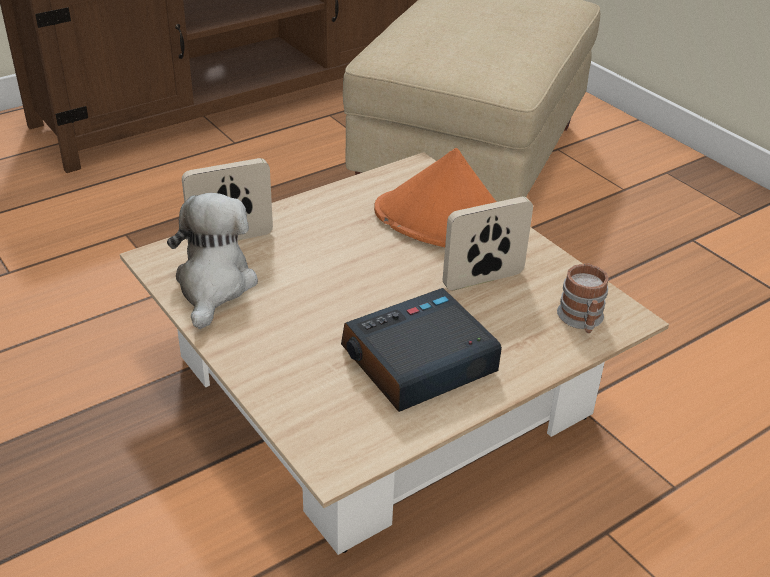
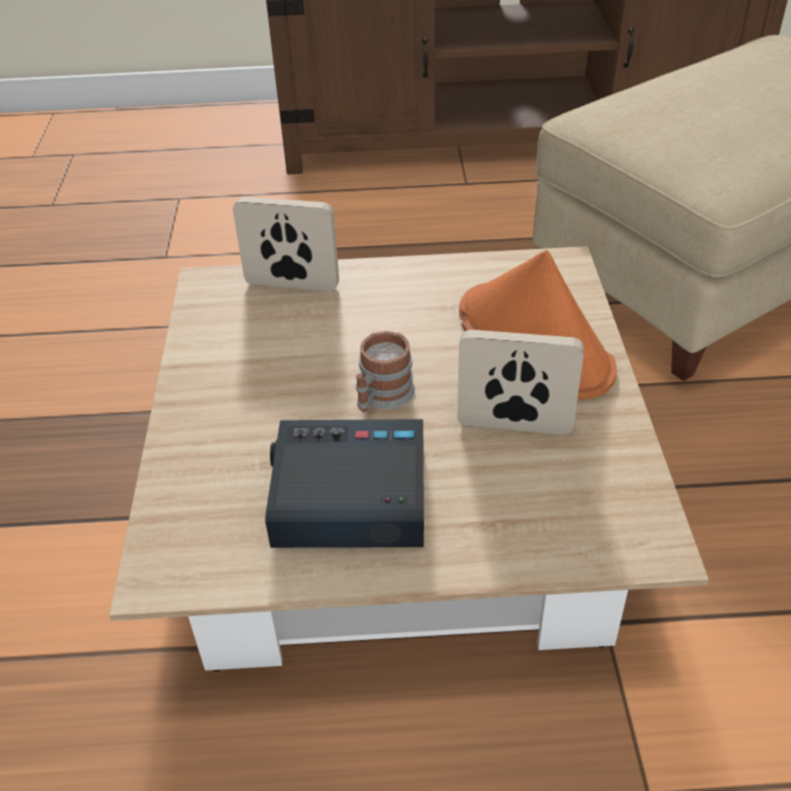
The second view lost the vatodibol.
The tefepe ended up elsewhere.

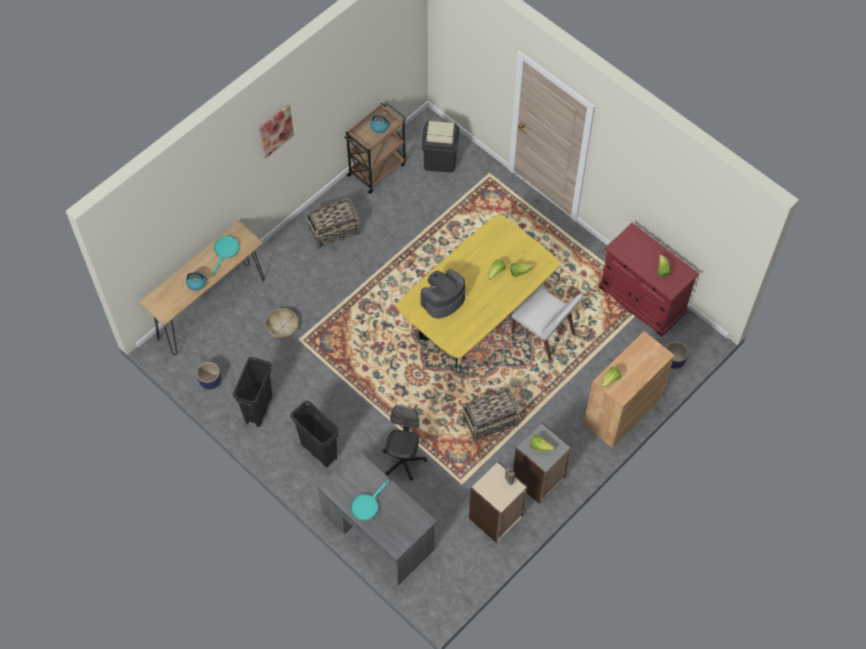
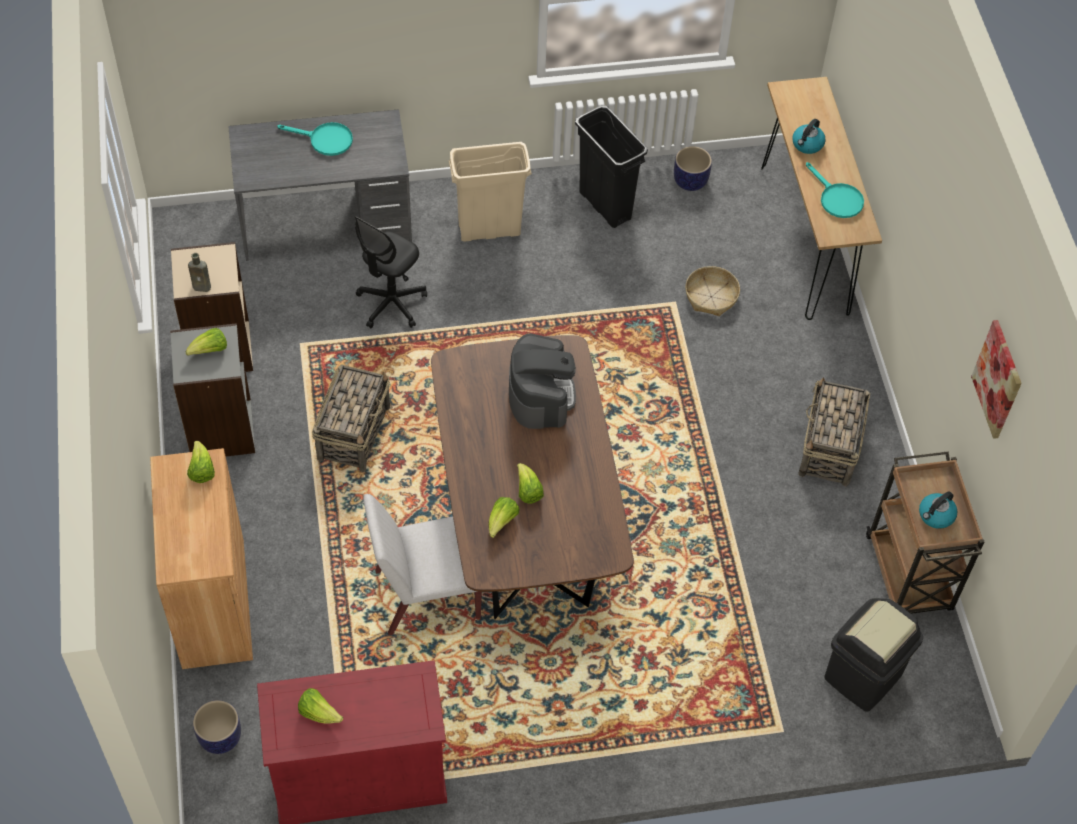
The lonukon ended up elsewhere.
What was the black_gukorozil (no. 2 from left) turned into the beige_gukorozil.
What was the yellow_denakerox turned into the brown_denakerox.
The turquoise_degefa (no. 2 from left in the first image) ended up facing another way, 120 degrees clockwise from before.
The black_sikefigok ended up facing another way, 75 degrees clockwise from before.

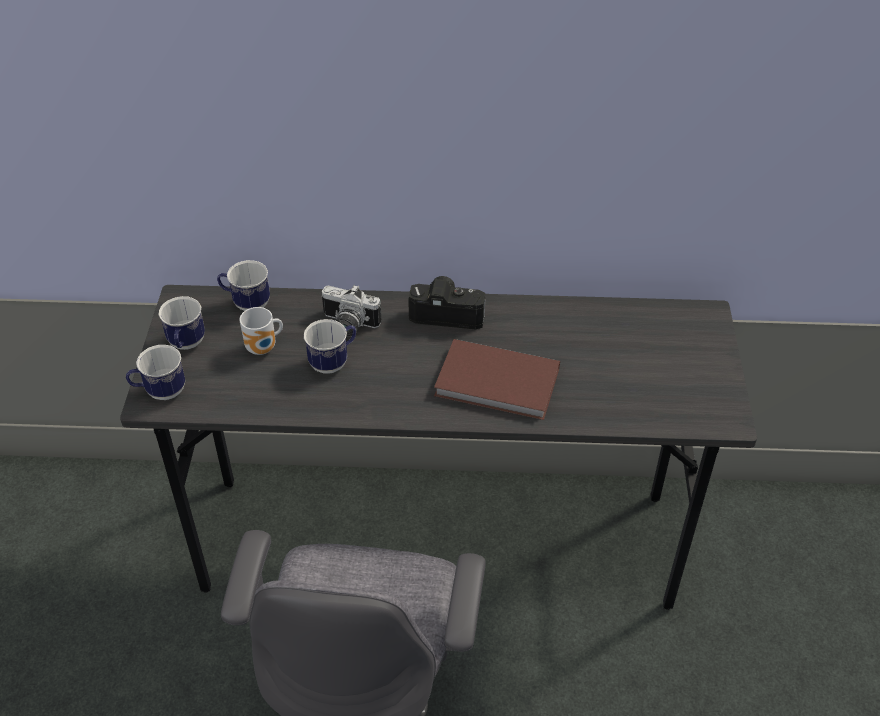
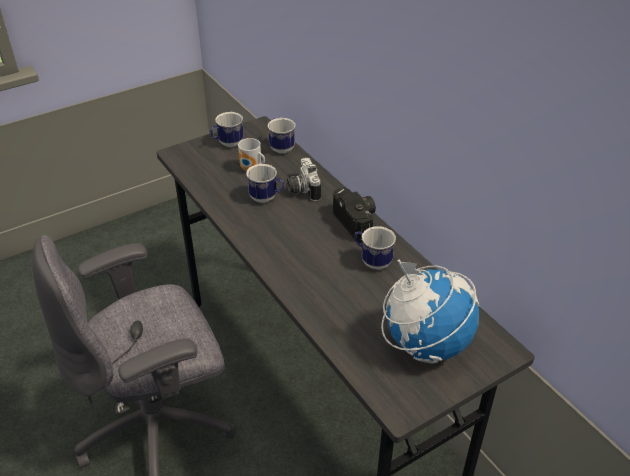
The second view lost the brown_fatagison.
The second view gained the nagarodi.
The tefepe (no. 1 from left in the first image) ended up elsewhere.

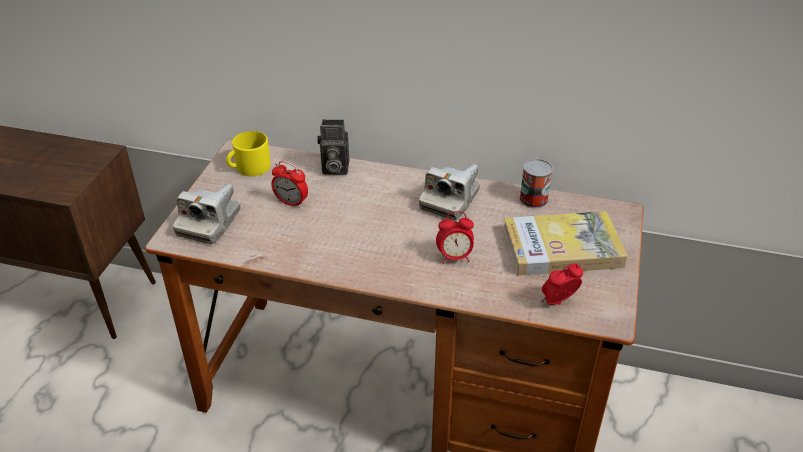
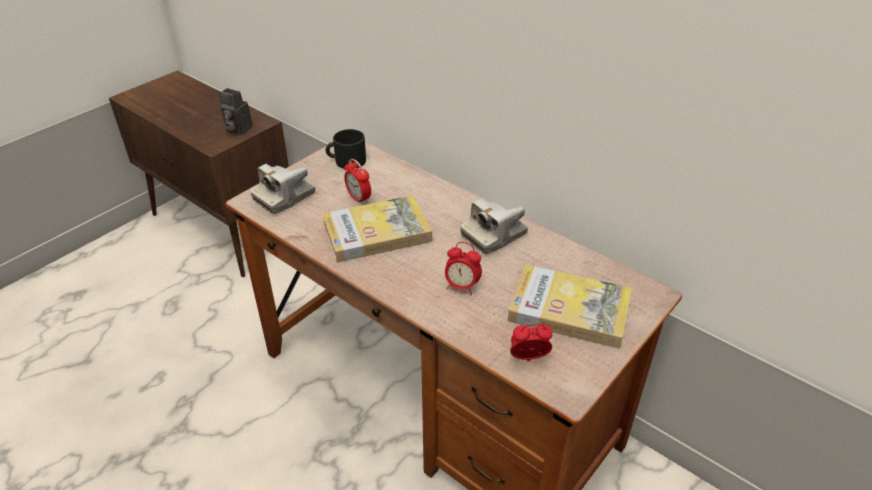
The second view lost the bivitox.
The second view gained the fatagison (no. 1 from left).
The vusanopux (no. 2 from left in the first image) ended up elsewhere.
What was the yellow_tefepe turned into the black_tefepe.

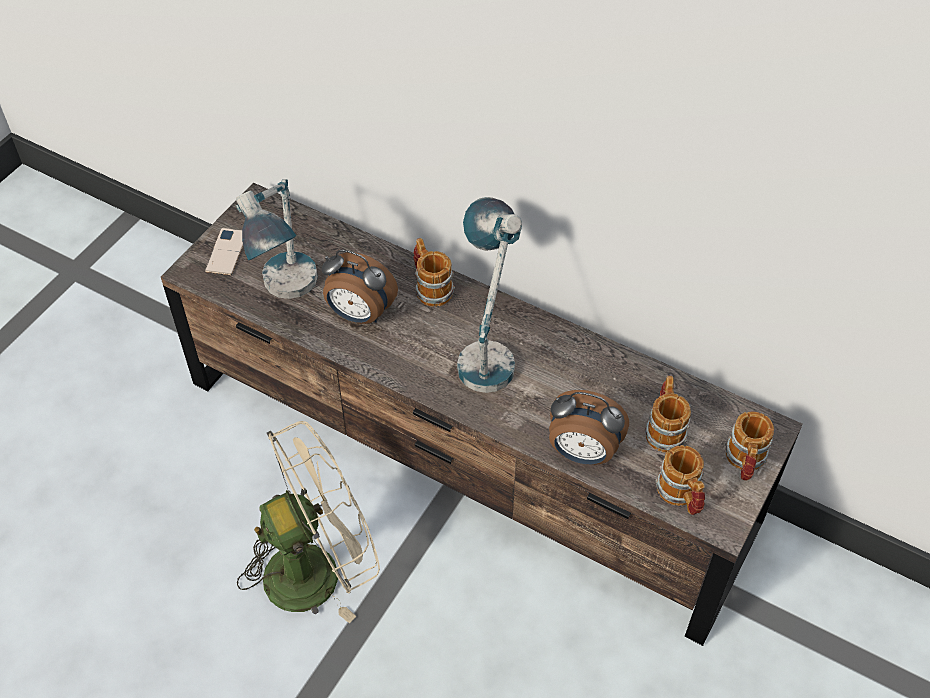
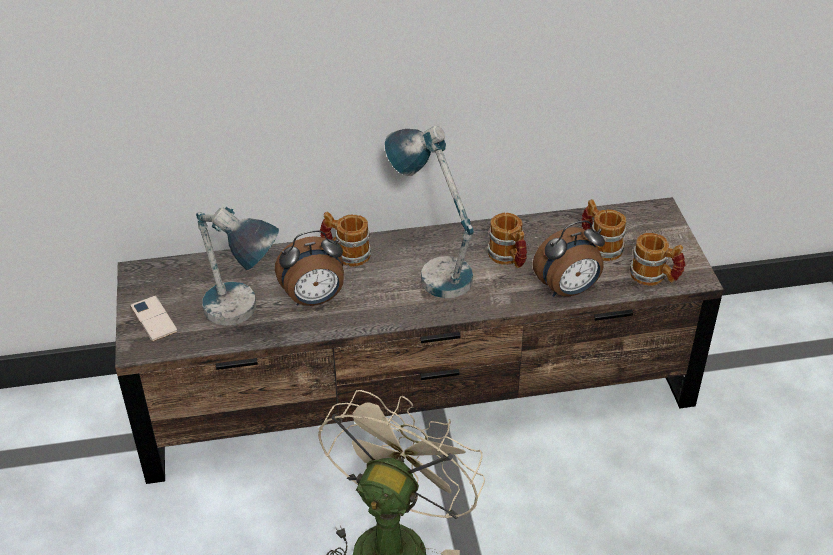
The tefepe (no. 4 from left in the first image) ended up elsewhere.

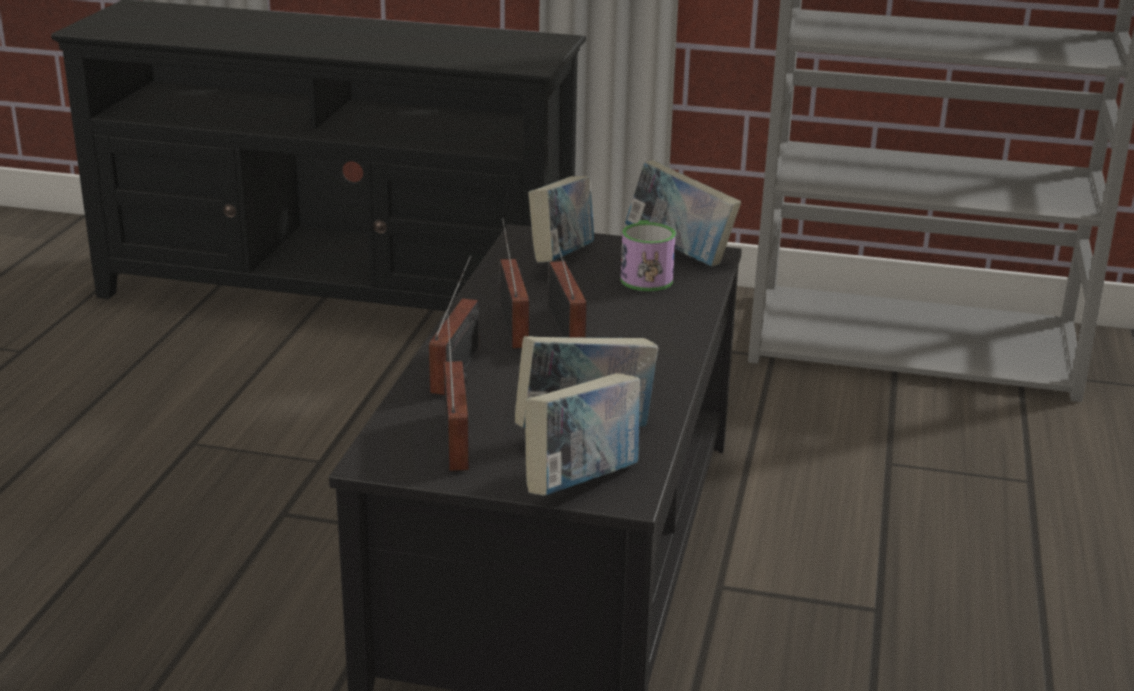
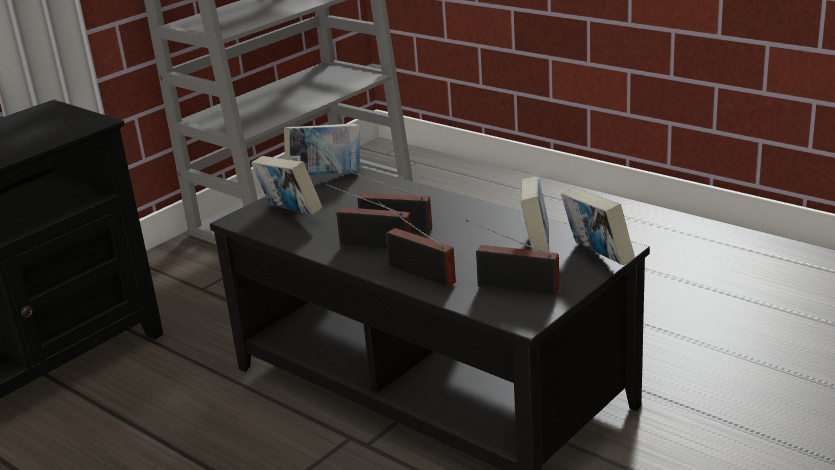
The second view lost the tefepe.

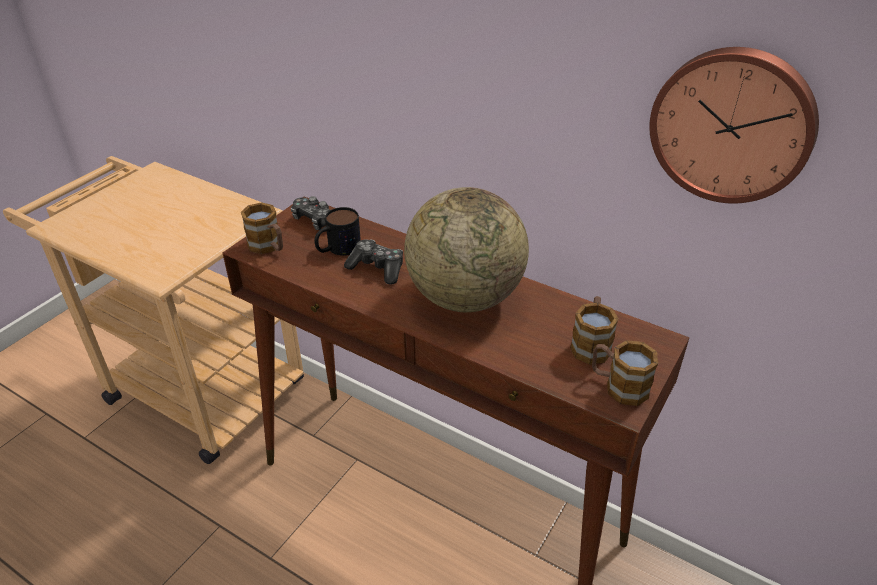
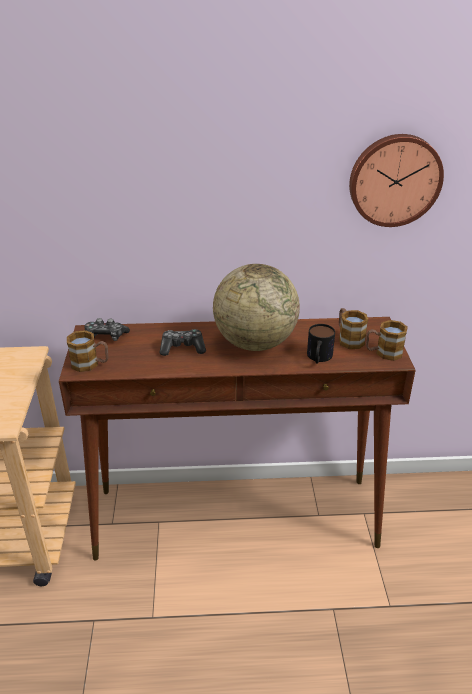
The tefepe (no. 2 from left) ended up elsewhere.

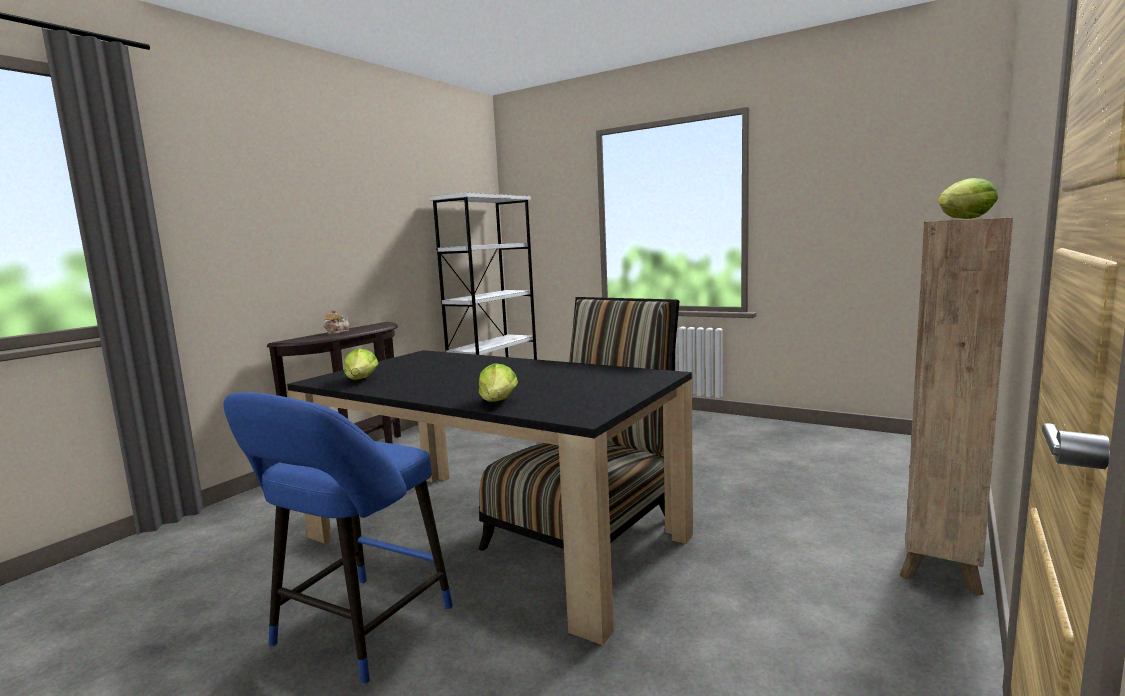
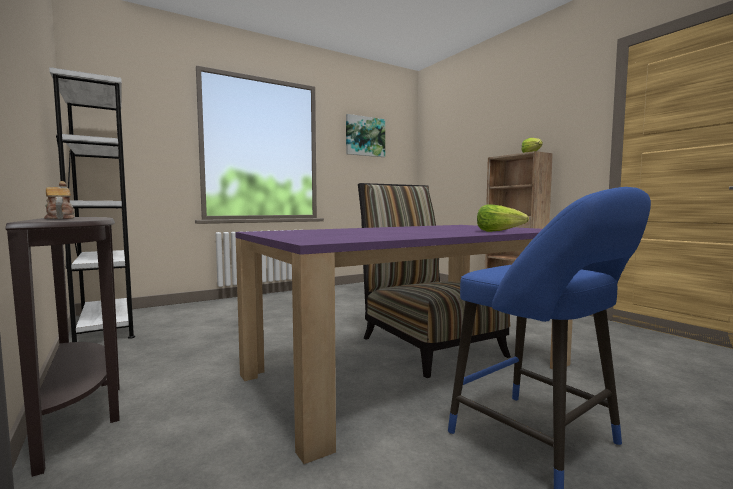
The second view lost the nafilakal (no. 1 from left).
The second view gained the lonukon.
What was the black_denakerox turned into the purple_denakerox.

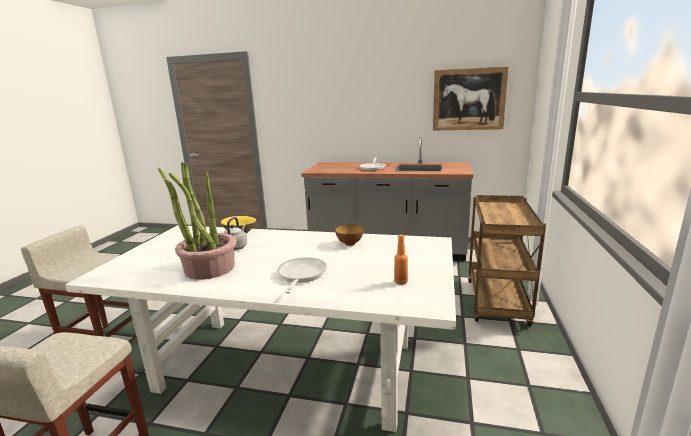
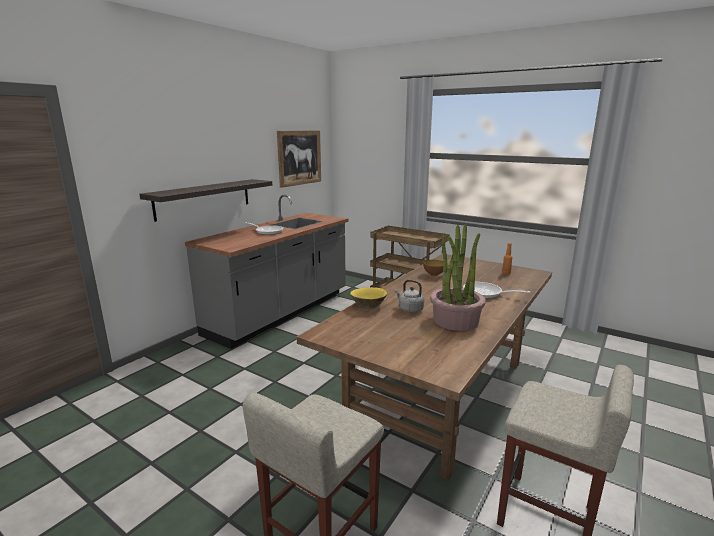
The second view gained the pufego.
What was the white_denakerox turned into the brown_denakerox.

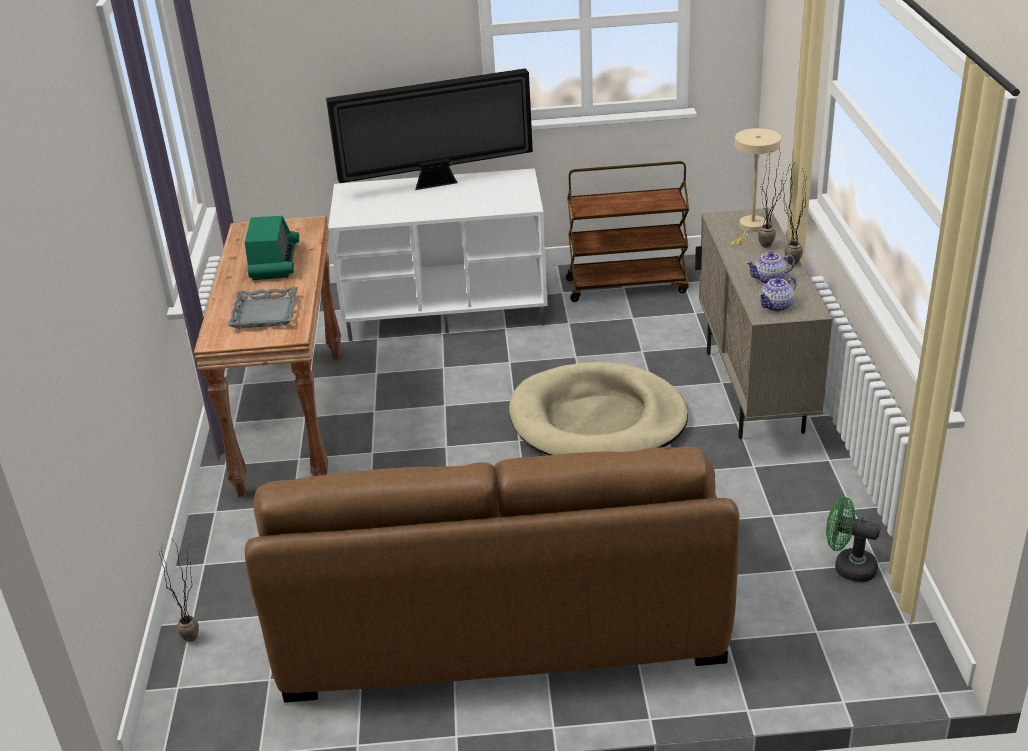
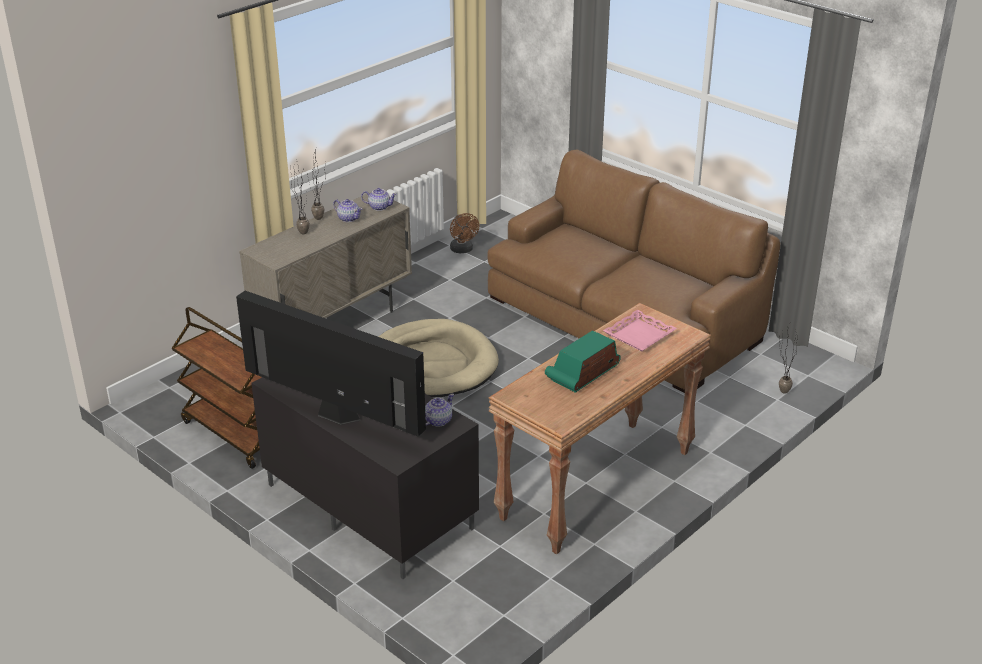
The second view lost the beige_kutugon.
The second view gained the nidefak (no. 3 from left).
What was the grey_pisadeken turned into the pink_pisadeken.
What was the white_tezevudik turned into the black_tezevudik.
What was the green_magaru turned into the brown_magaru.

